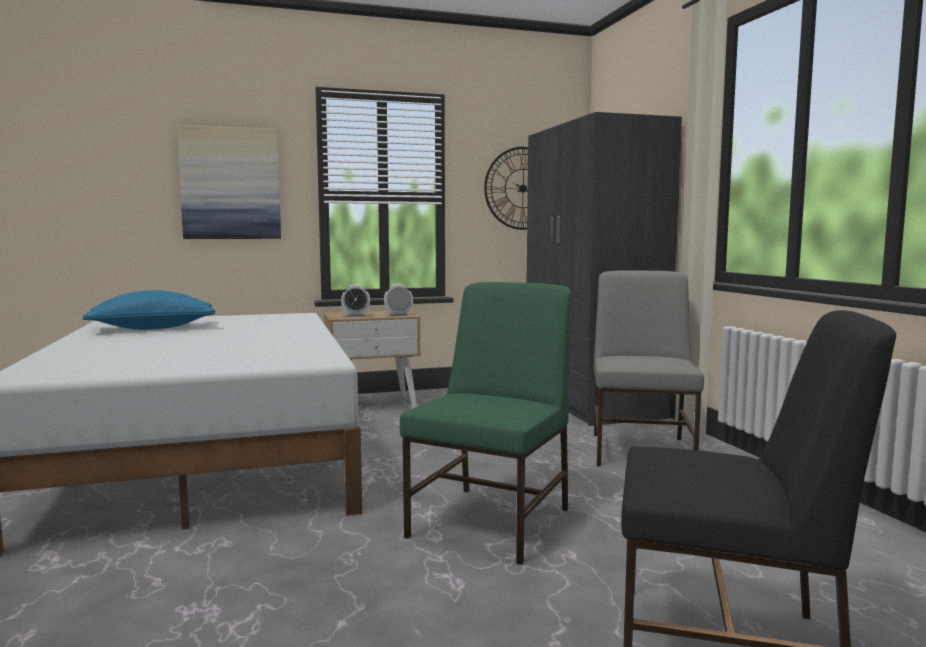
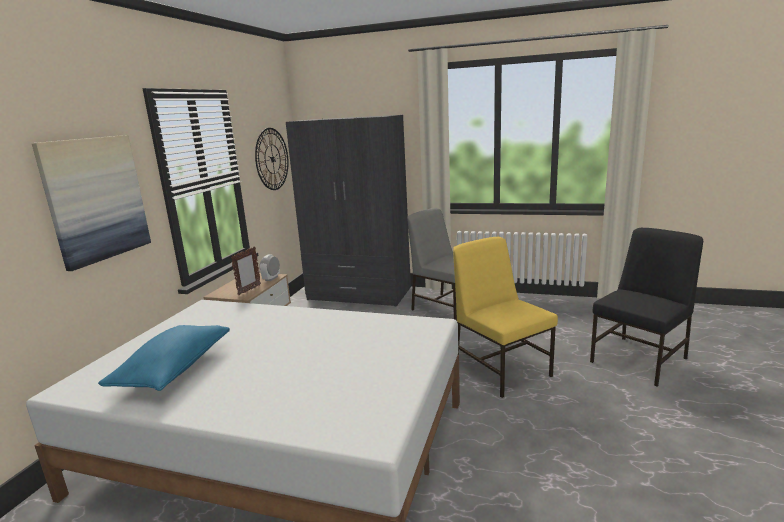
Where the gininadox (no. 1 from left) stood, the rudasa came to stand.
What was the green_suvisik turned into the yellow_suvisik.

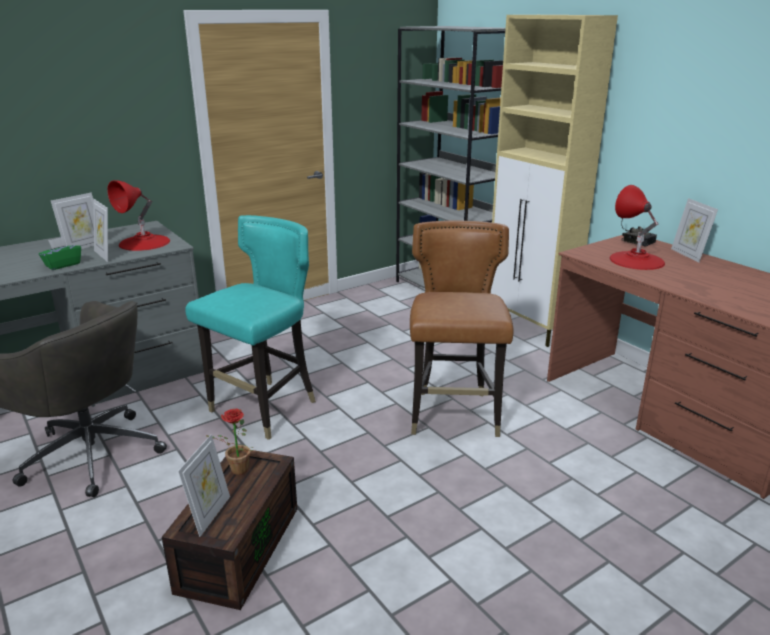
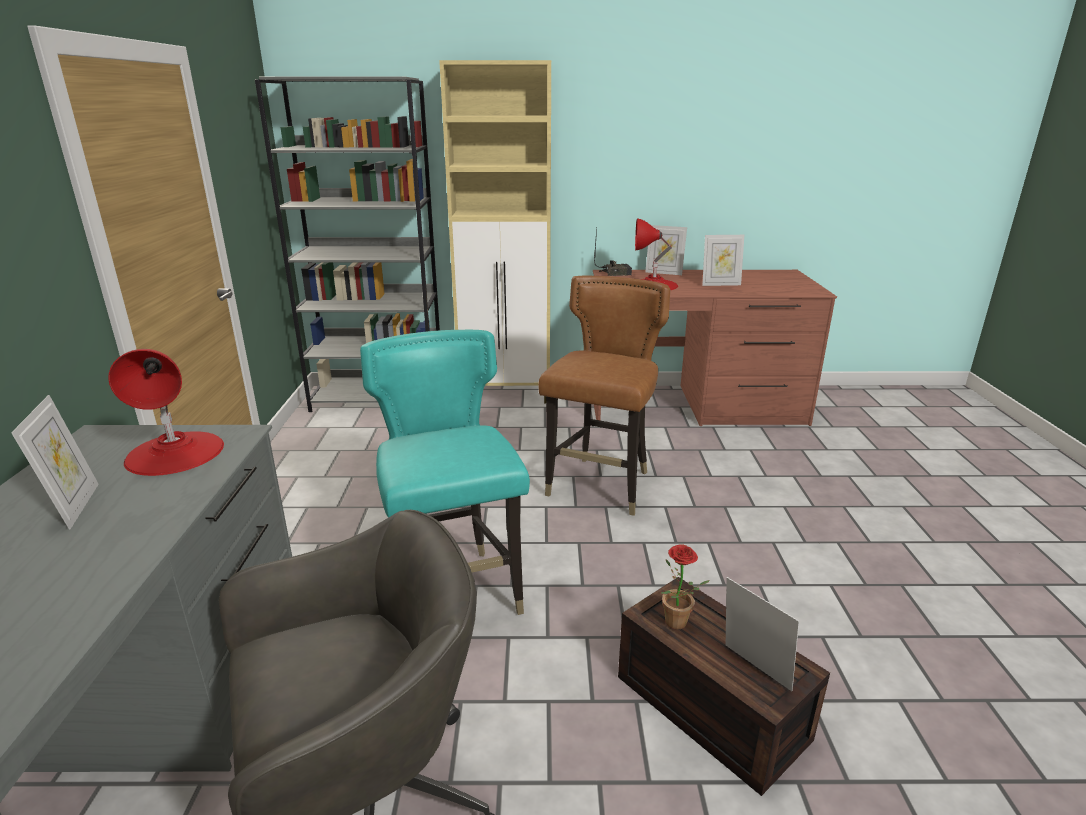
The second view lost the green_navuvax.
The rudasa (no. 2 from left in the first image) ended up elsewhere.
The brown_suvisik ended up facing another way, 75 degrees clockwise from before.

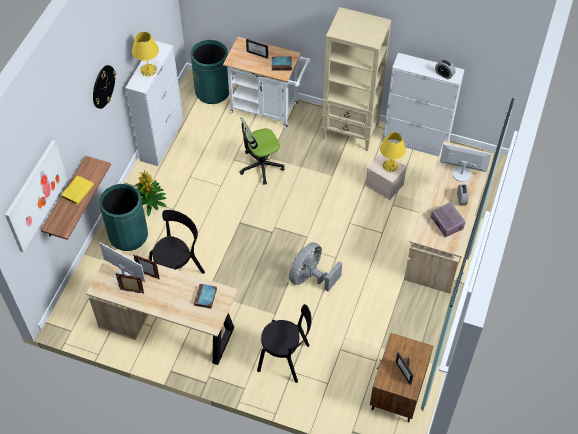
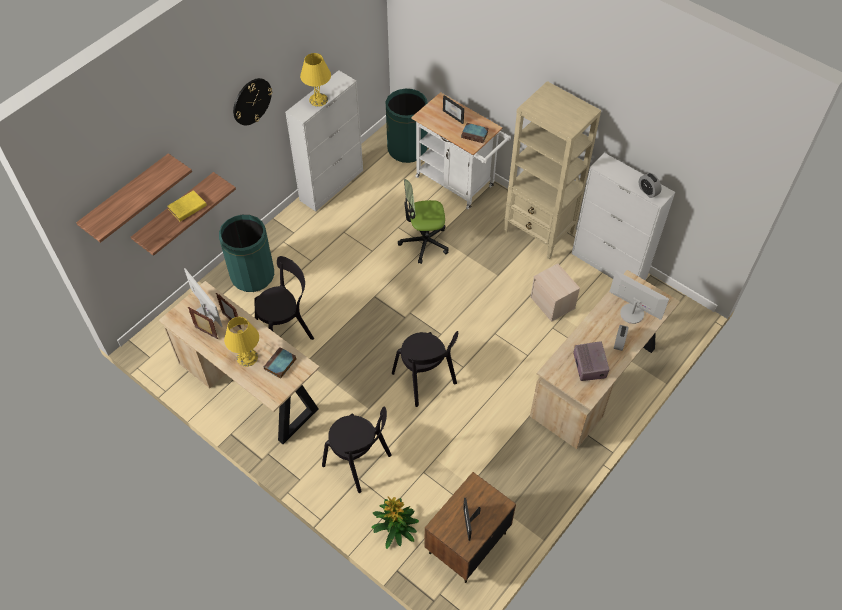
The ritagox ended up elsewhere.
The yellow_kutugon (no. 2 from left in the first image) ended up elsewhere.
Where the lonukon hung, the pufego (no. 1 from left) came to hang.
Where the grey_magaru stood, the black_suvisik (no. 3 from left) came to stand.

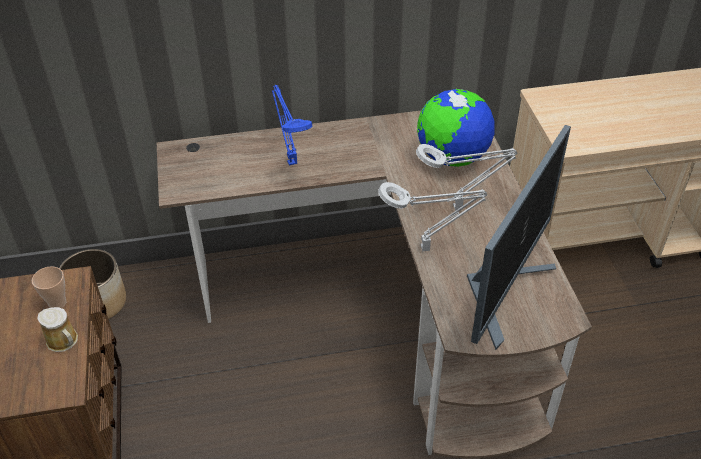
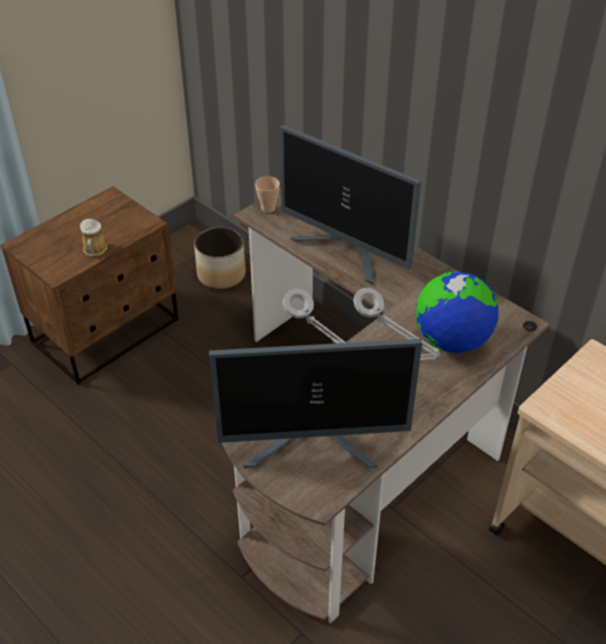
The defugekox ended up elsewhere.
Where the blue_kutugon stood, the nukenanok (no. 2 from left) came to stand.

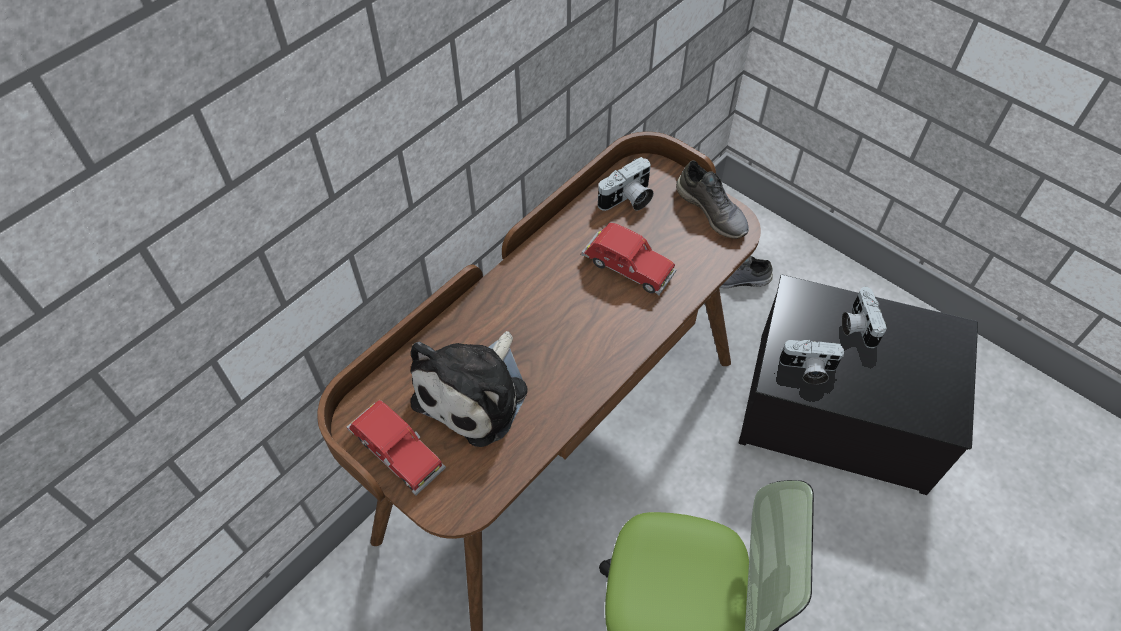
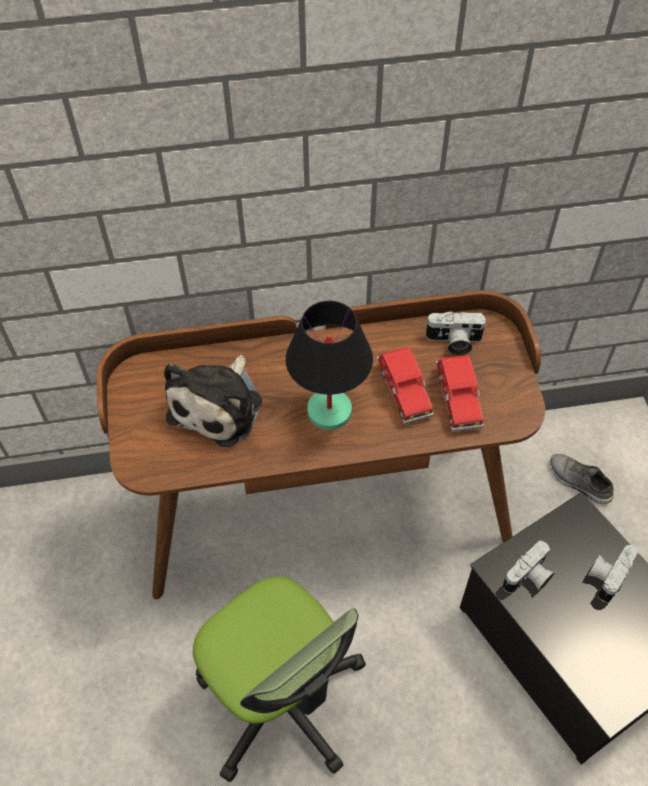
The second view lost the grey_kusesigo (no. 1 from left).
The second view gained the black_kutugon.
The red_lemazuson (no. 1 from left in the first image) ended up elsewhere.
The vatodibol ended up facing another way, 45 degrees counterclockwise from before.
The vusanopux (no. 2 from left) ended up facing another way, 90 degrees counterclockwise from before.

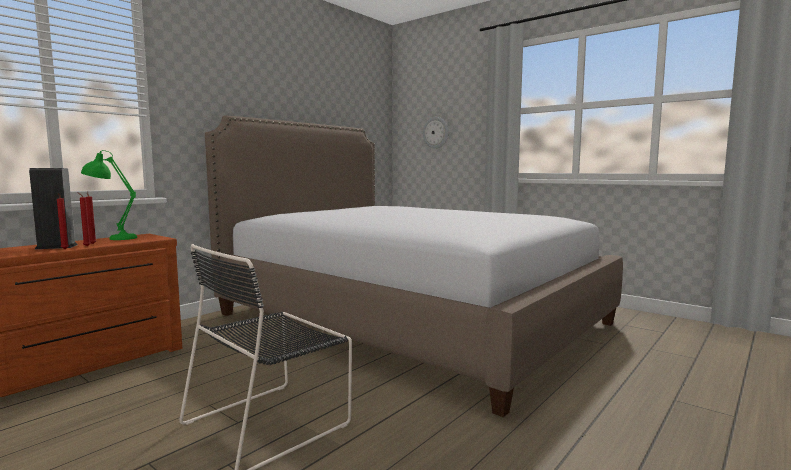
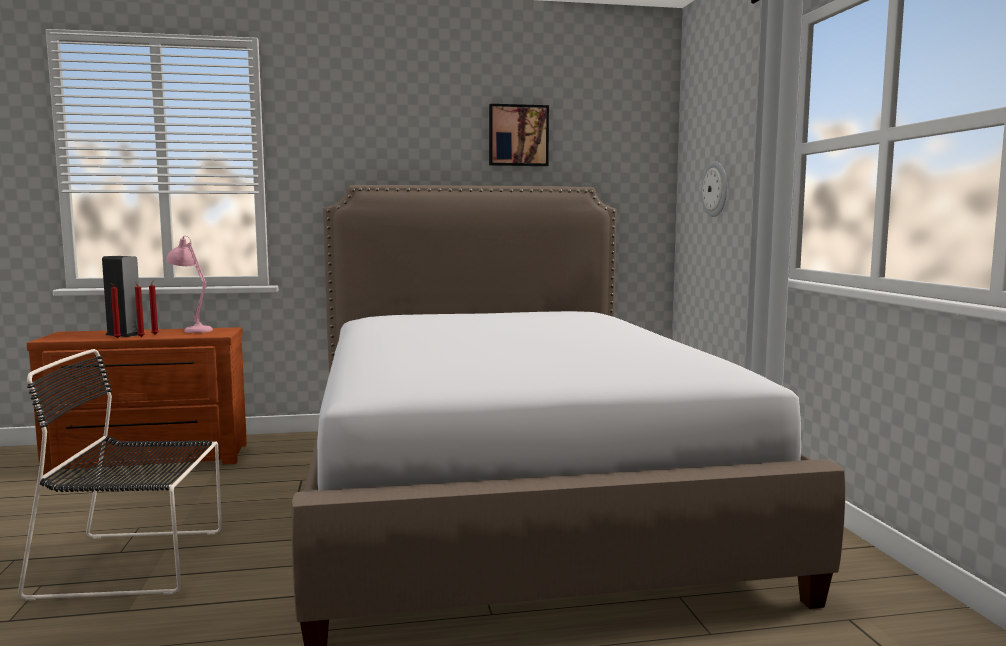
The second view gained the lonukon.
What was the green_kutugon turned into the pink_kutugon.

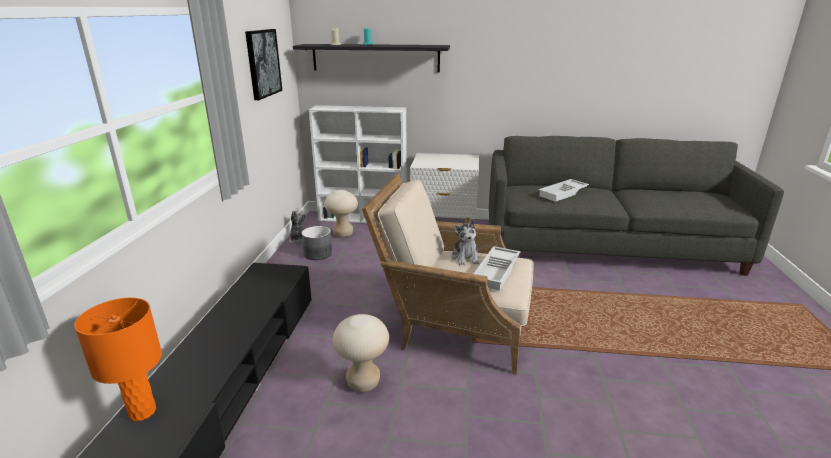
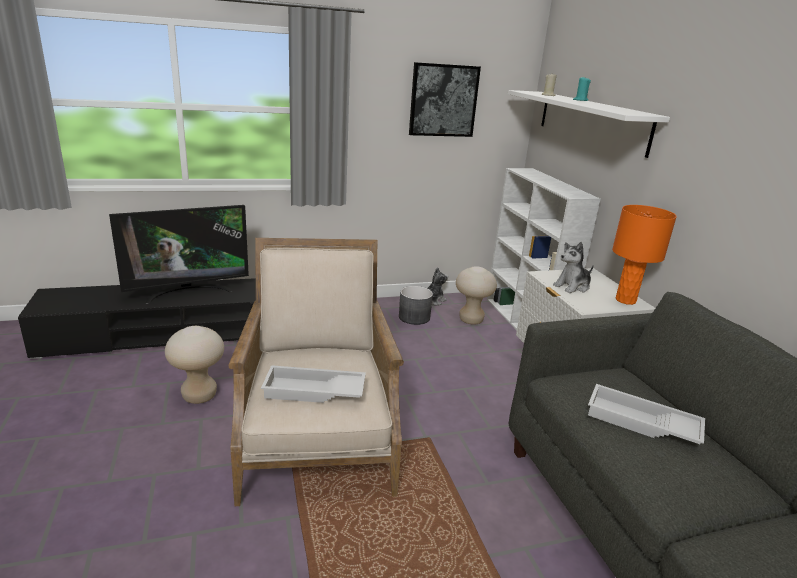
The second view gained the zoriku.
The orange_kutugon ended up elsewhere.
The vatodibol (no. 2 from left) ended up elsewhere.
What was the black_pufego turned into the white_pufego.

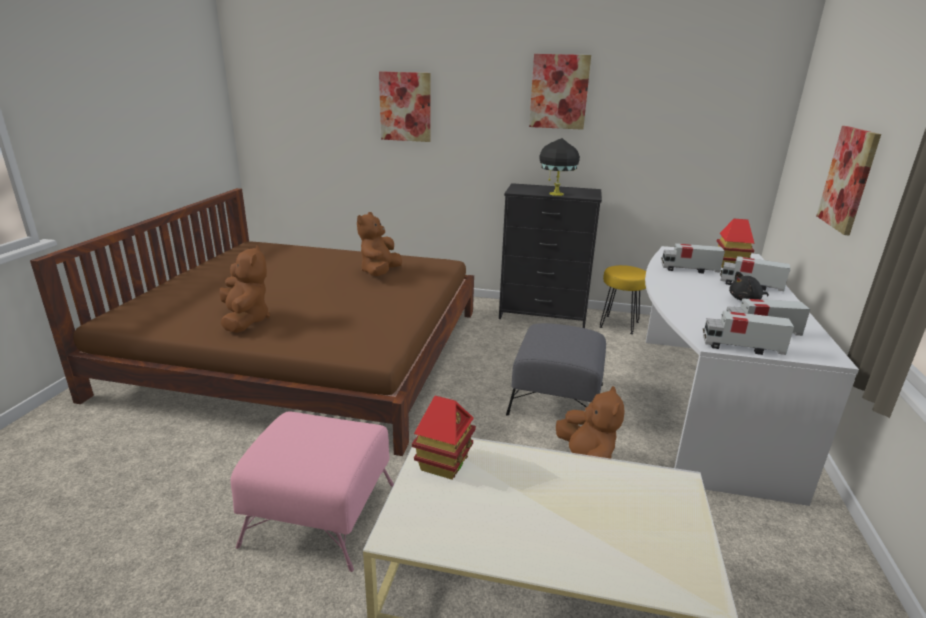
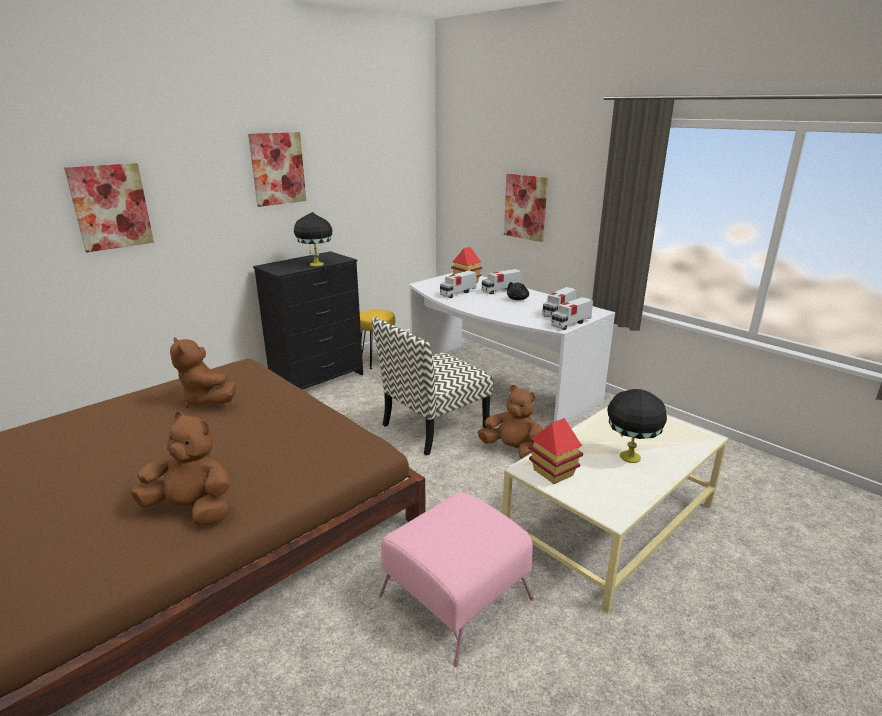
The second view gained the black_kutugon (no. 2 from left).
Where the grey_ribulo stood, the suvisik came to stand.

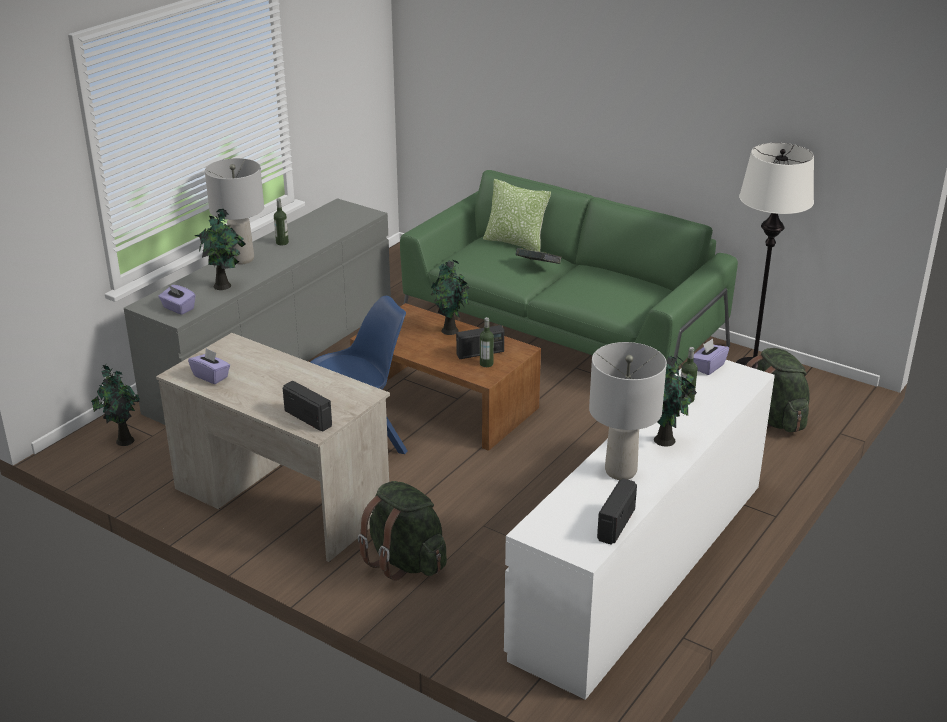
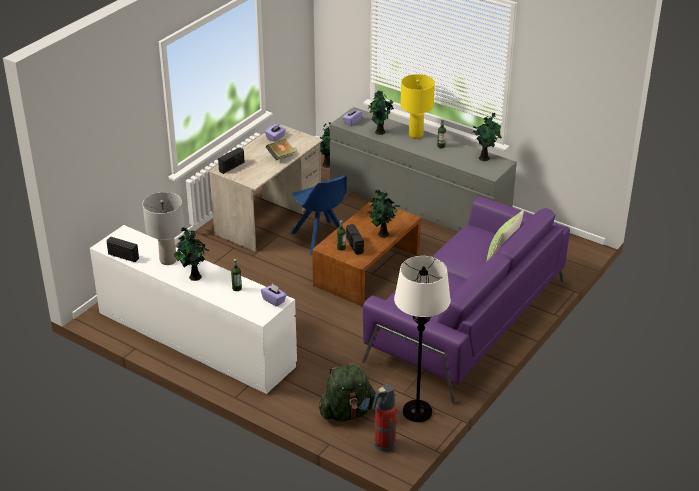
The second view lost the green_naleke (no. 1 from left).
The second view gained the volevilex.
The second view gained the ritagox (no. 5 from left).
The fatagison ended up elsewhere.
What was the grey_kutugon (no. 1 from left) turned into the yellow_kutugon.
What was the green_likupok turned into the purple_likupok.

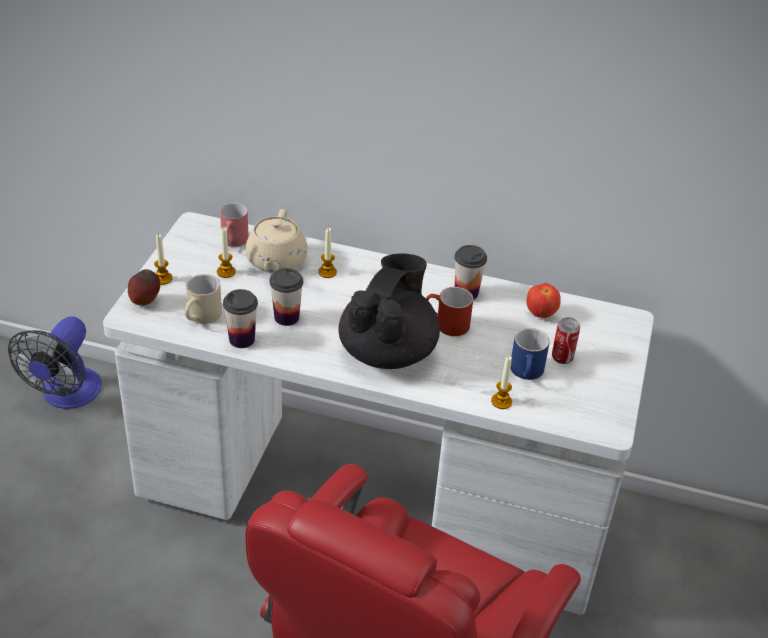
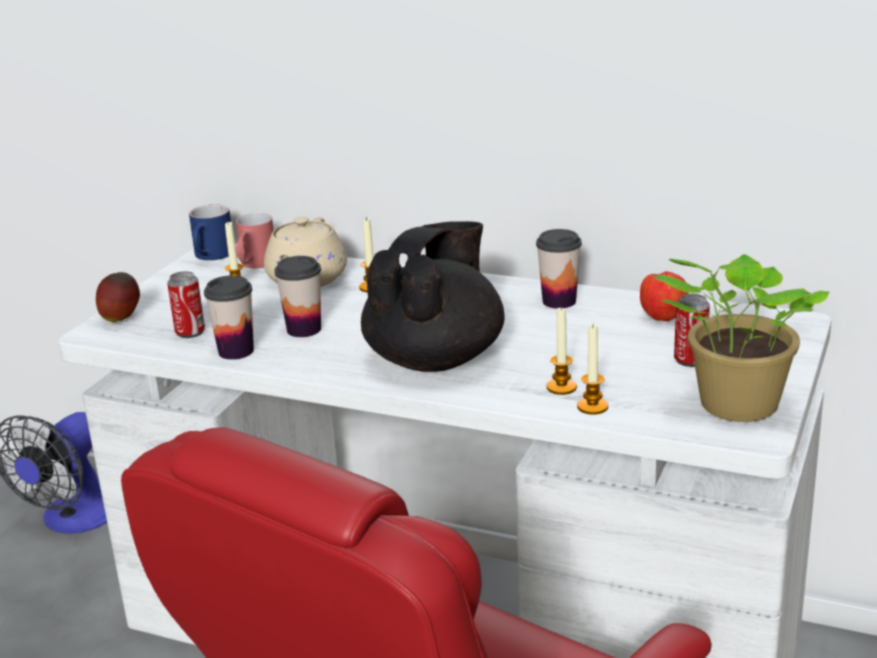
The second view lost the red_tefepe (no. 2 from left).
The second view gained the ritagox.
The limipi (no. 1 from left in the first image) ended up elsewhere.
The blue_tefepe ended up elsewhere.
Where the beige_tefepe stood, the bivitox (no. 1 from left) came to stand.

